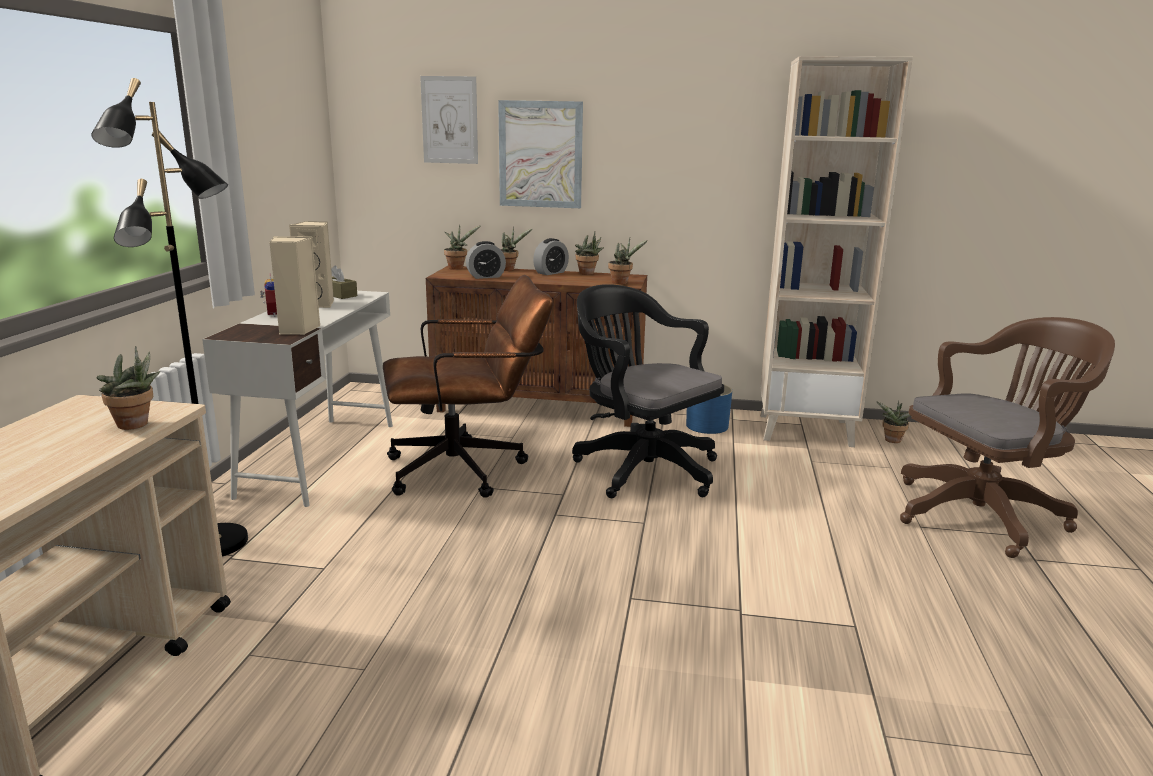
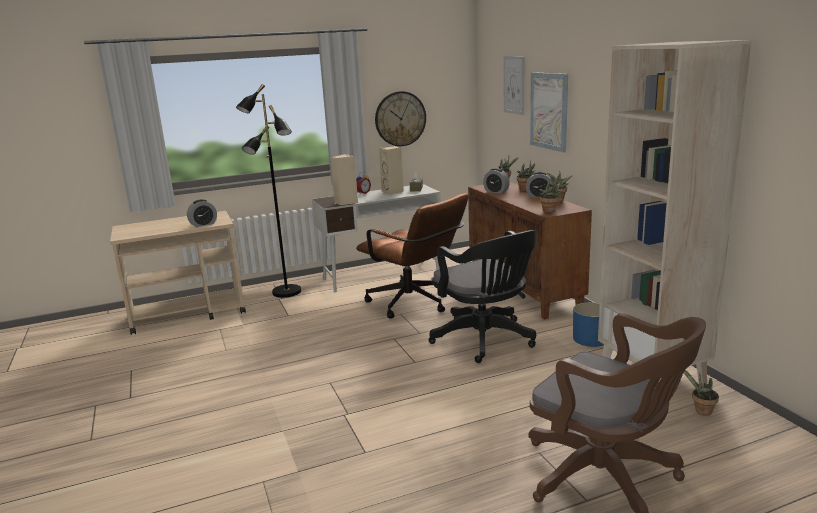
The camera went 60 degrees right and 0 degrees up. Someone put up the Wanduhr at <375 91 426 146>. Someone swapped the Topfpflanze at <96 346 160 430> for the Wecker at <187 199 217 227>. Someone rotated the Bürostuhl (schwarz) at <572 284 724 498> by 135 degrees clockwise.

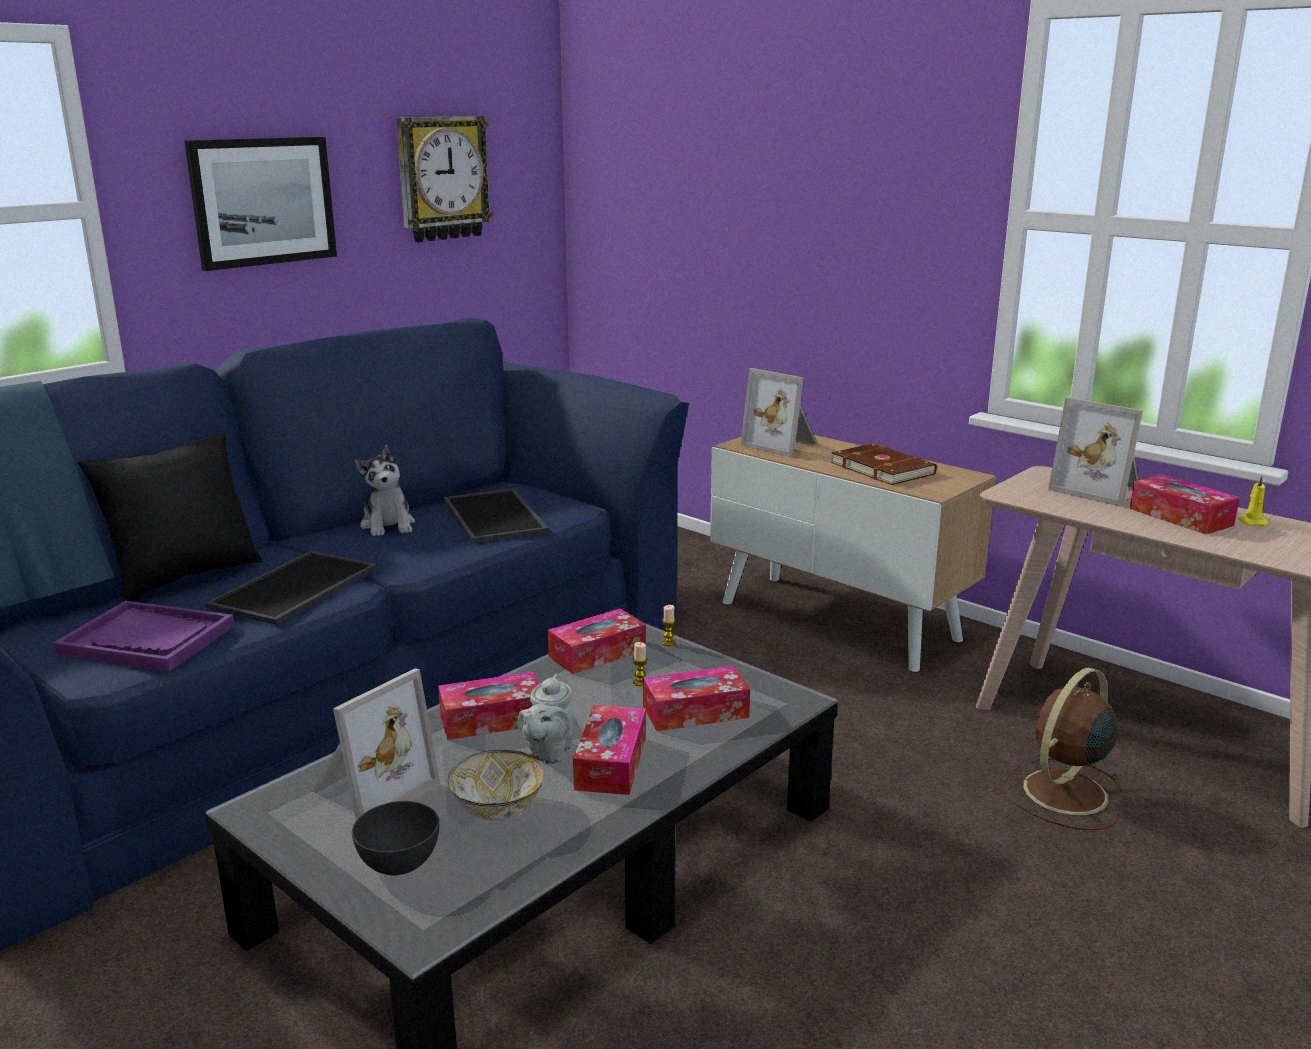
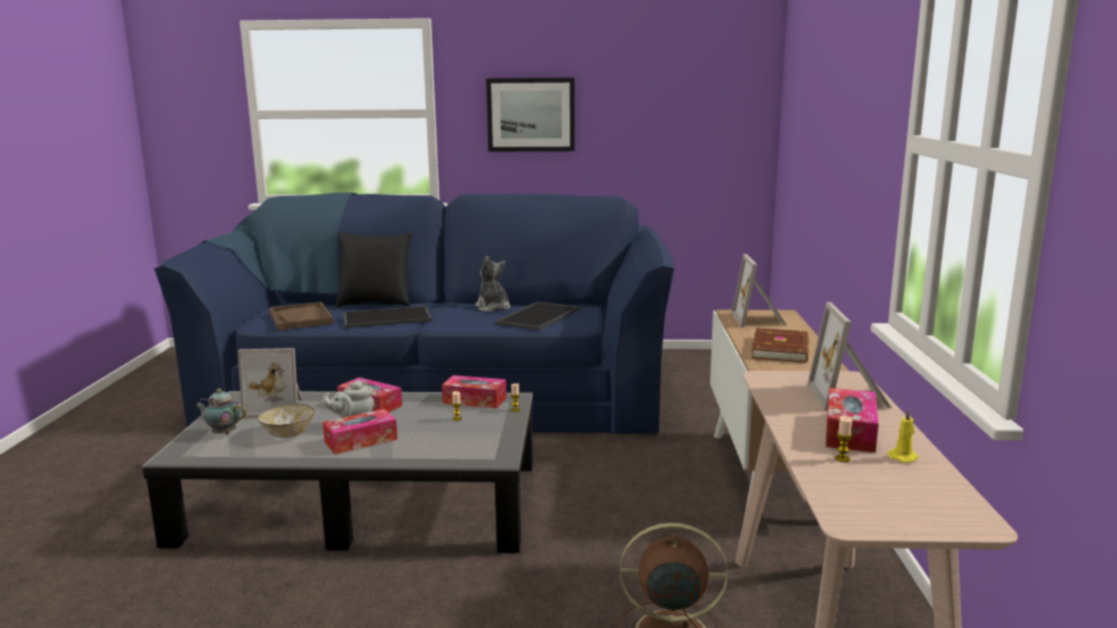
The camera went 50 degrees right and 5 degrees down. Someone took away the Wanduhr at <396 116 493 242>. Someone took away the Taschentuchbox at <643 666 750 731>. Someone put down the Kerze at <835 416 853 462>. Someone swapped the Schüssel (grau) at <352 801 439 875> for the Teekanne at <195 389 246 434>. Someone repainted the Tablett (lila) at <53 601 235 672>, which became the Tablett (braun) at <270 302 333 331>. Someone rotated the Plüschtier at <354 445 415 536> by 120 degrees clockwise.

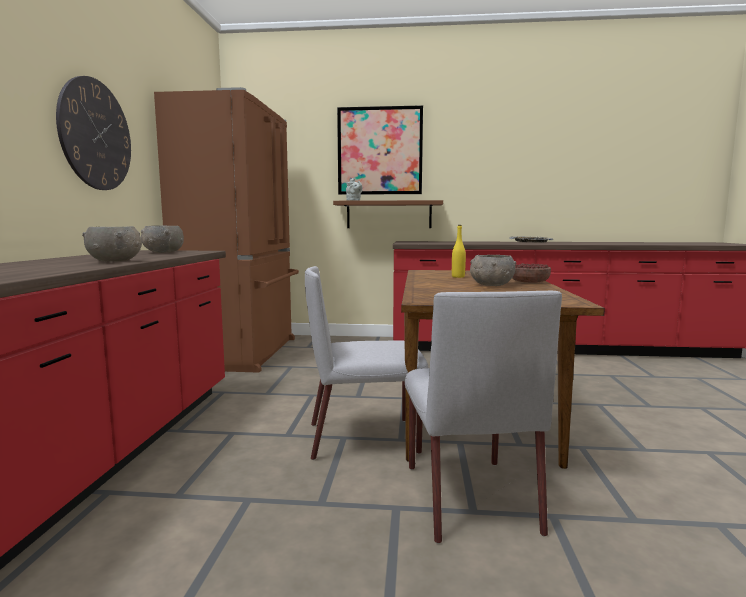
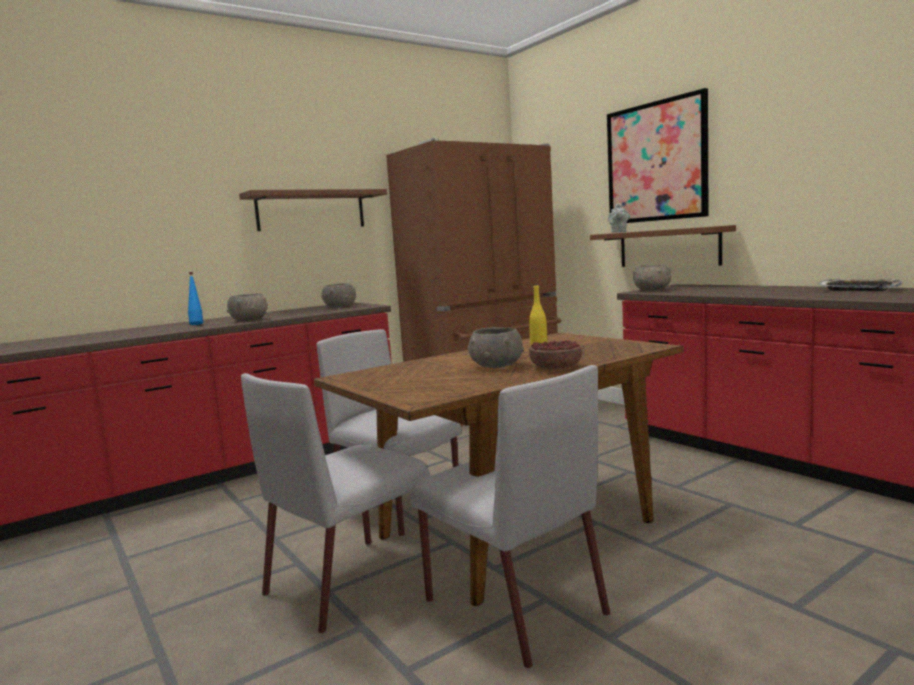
The camera went 50 degrees right and 0 degrees up. Someone put down the Flasche (blau) at <188 272 203 325>. Someone put down the Stuhl (grau) at <411 365 610 669>. Someone put down the Schüssel (grau) at <633 265 672 291>. Someone swapped the Wanduhr at <56 76 131 190> for the Wandregal (braun) at <239 189 387 231>.

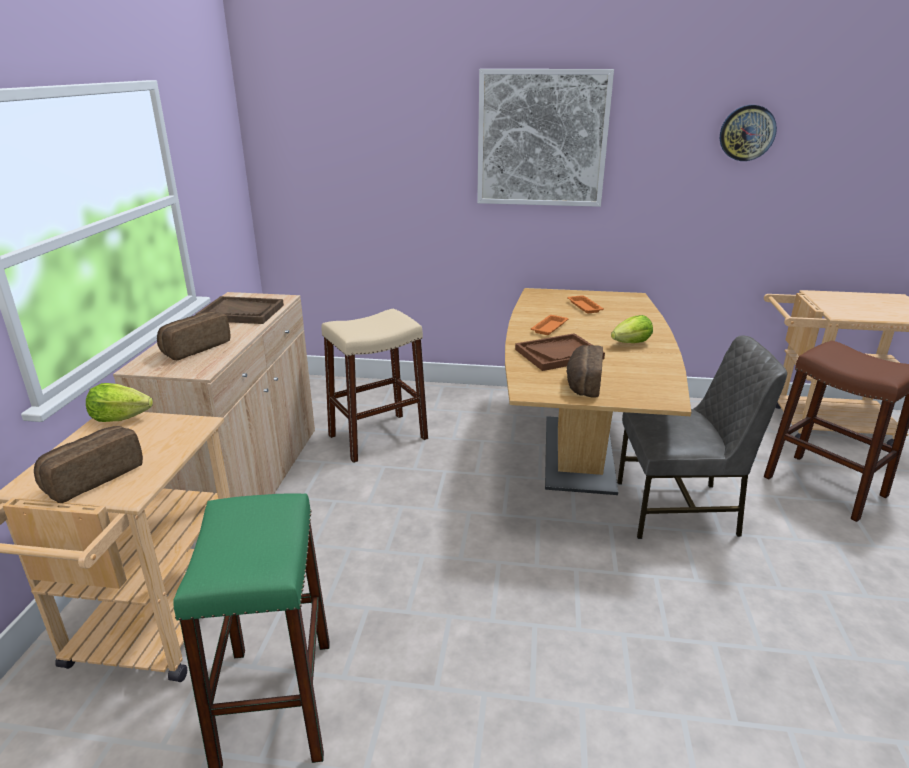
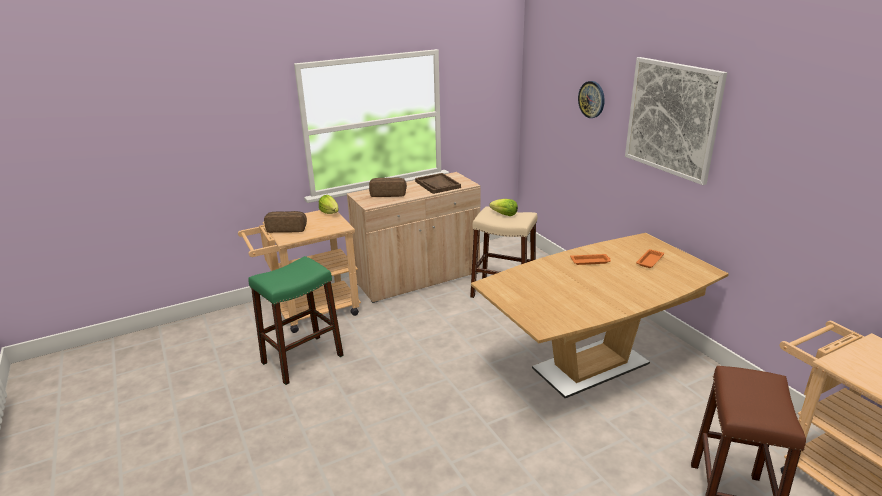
The camera went 55 degrees right and 0 degrees up. Someone took away the Tablett (braun) at <515 333 605 371>. Someone took away the Brot at <566 345 603 398>. Someone took away the Stuhl (grau) at <617 336 787 539>. Someone carried the Salatkopf from <611 315 653 343> to <489 199 518 216>. Someone carried the Wanduhr from <720 105 777 161> to <578 81 605 118>.

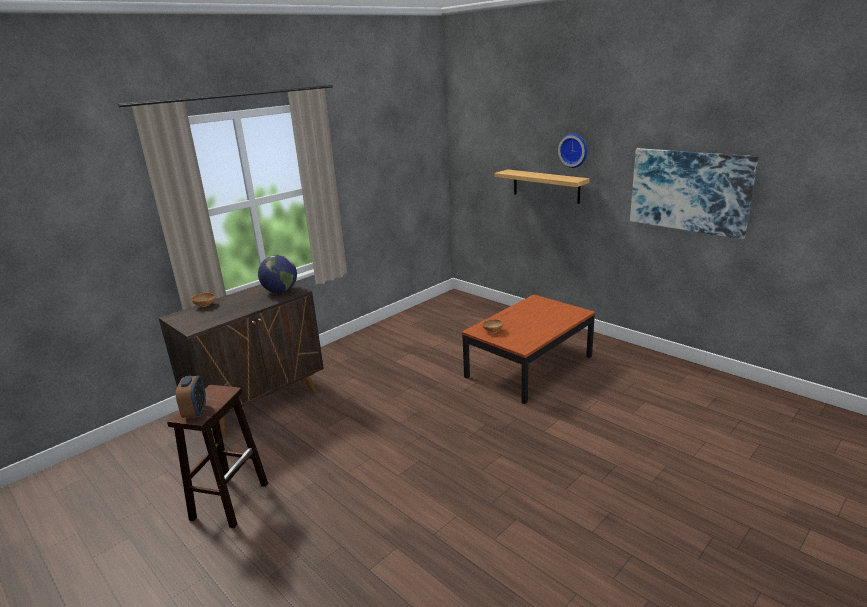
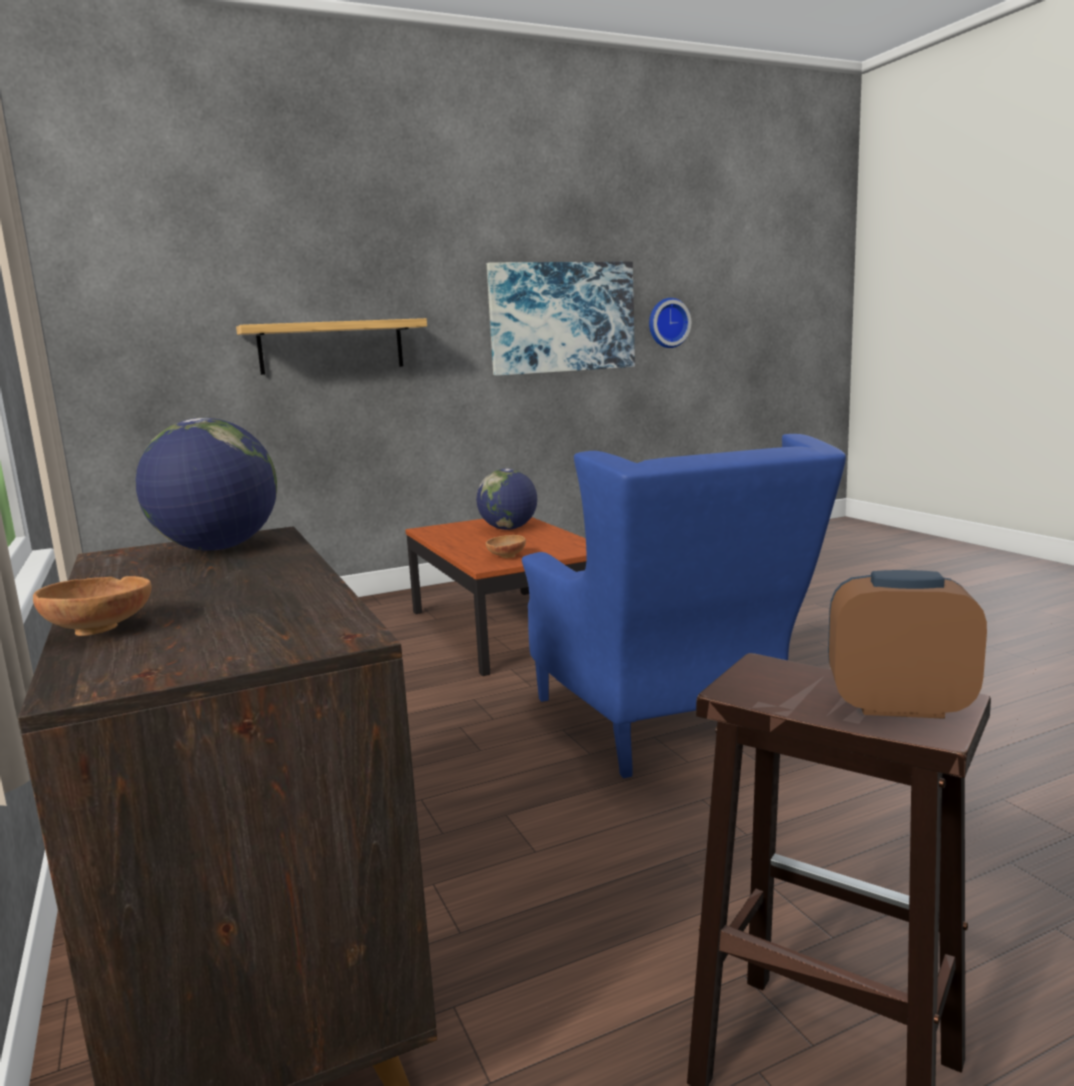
The camera went 70 degrees left and 10 degrees down. Someone put down the Globus at <476 468 537 530>. Someone put down the Sessel (blau) at <522 434 846 778>. Someone carried the Wanduhr from <558 133 588 168> to <649 298 691 348>.

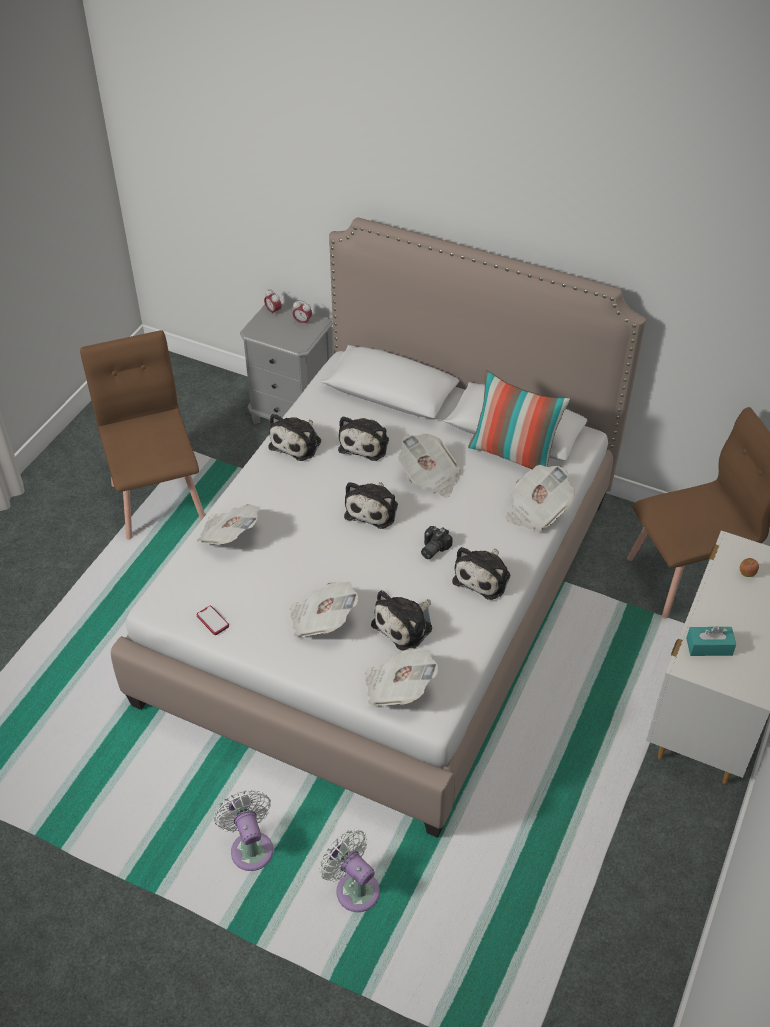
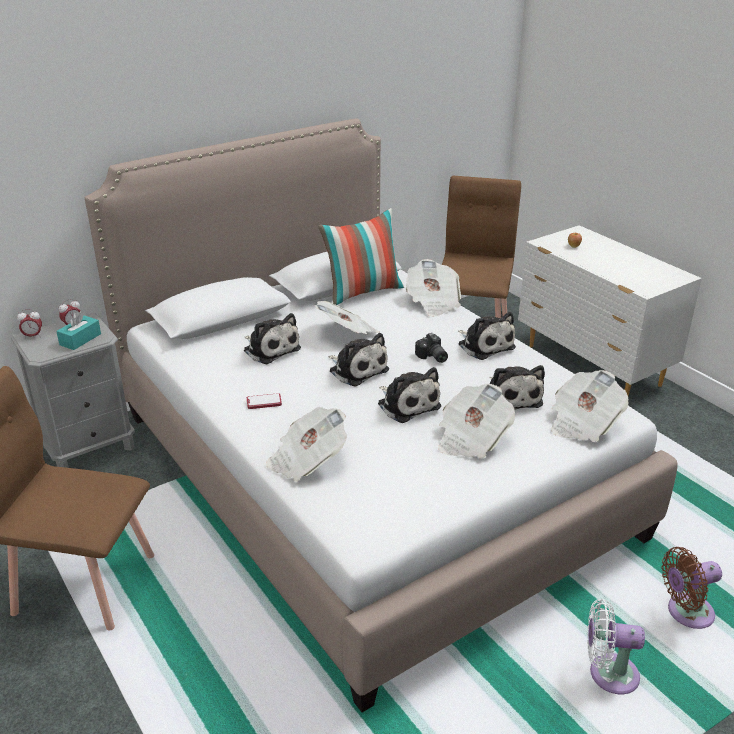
The camera went 60 degrees left and 15 degrees down. Someone carried the Handy from <197 606 229 635> to <247 393 282 409>. Someone carried the Plüschtier from <268 414 321 461> to <378 367 441 423>. Someone carried the Taschentuchbox (türkis) from <686 626 736 656> to <56 311 101 350>. Someone repainted the Ventilator (weiß) at <319 829 380 912>, which became the Ventilator (braun) at <662 547 722 629>.

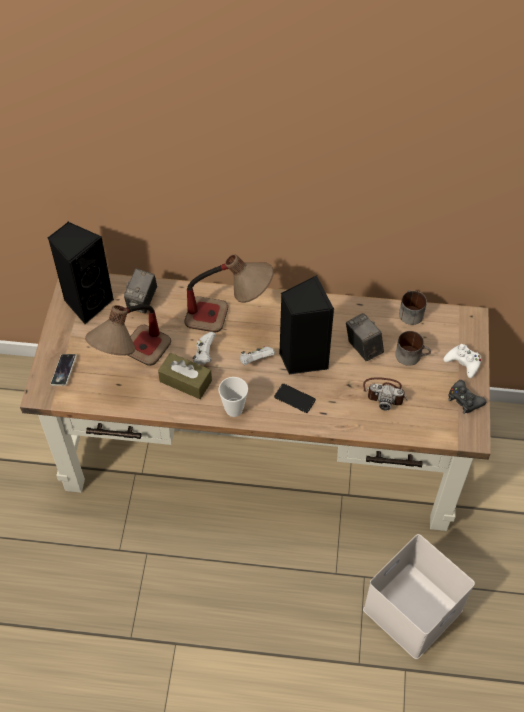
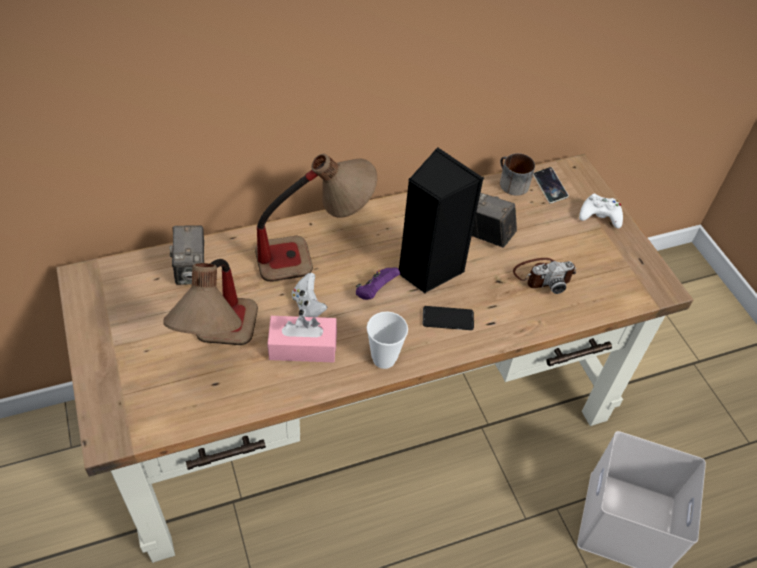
The camera went 30 degrees left and 5 degrees down. Someone took away the Lautsprecher (schwarz) at <48 221 114 325>. Someone took away the Henkelbecher at <395 331 431 366>. Someone took away the Gamepad (schwarz) at <448 380 487 414>. Someone carried the Handy from <51 354 77 386> to <533 167 569 204>. Someone repainted the Taschentuchbox (braun) at <158 353 212 399>, which became the Taschentuchbox (rosa) at <267 316 337 362>. Someone repainted the Gamepad (weiß) at <240 346 275 365>, which became the Gamepad (lila) at <356 268 400 300>.

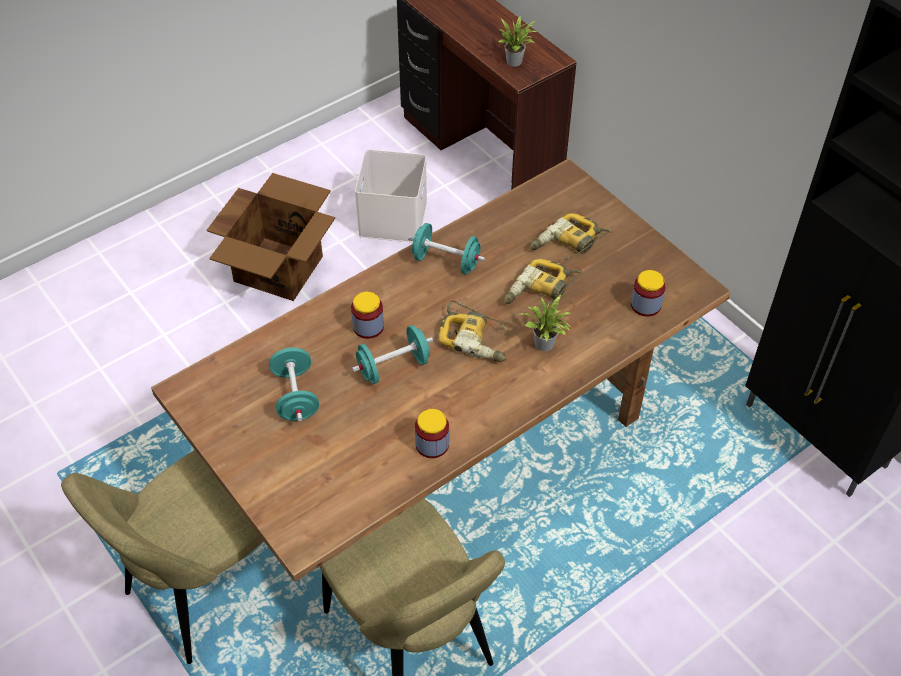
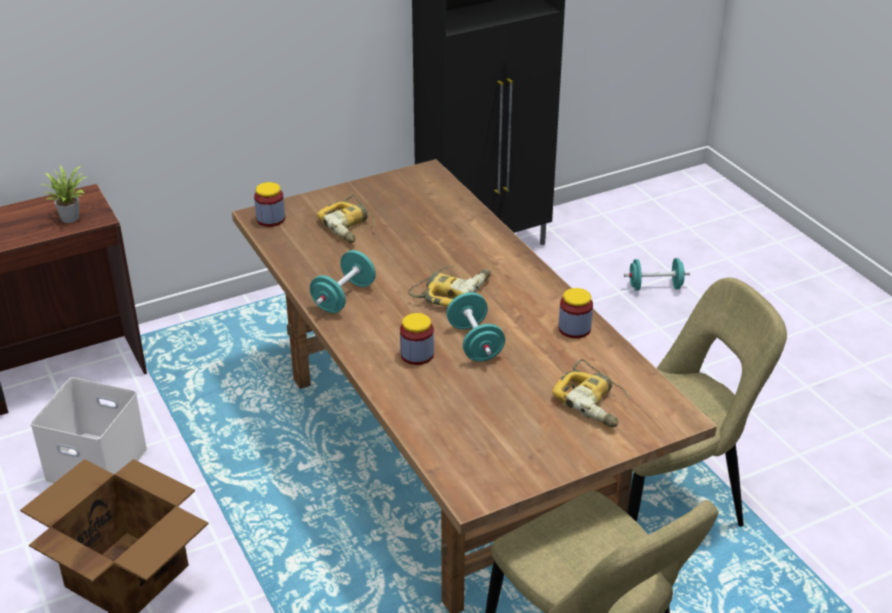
The camera went 80 degrees left and 15 degrees down. Someone took away the Topfpflanze at <518 294 572 351>. Someone carried the Hantel (türkis) from <269 348 319 421> to <624 258 690 290>. Someone carried the Bohrmaschine from <503 259 582 309> to <552 359 631 428>. Someone carried the Vorratsglas from <631 270 666 317> to <254 182 285 227>.

